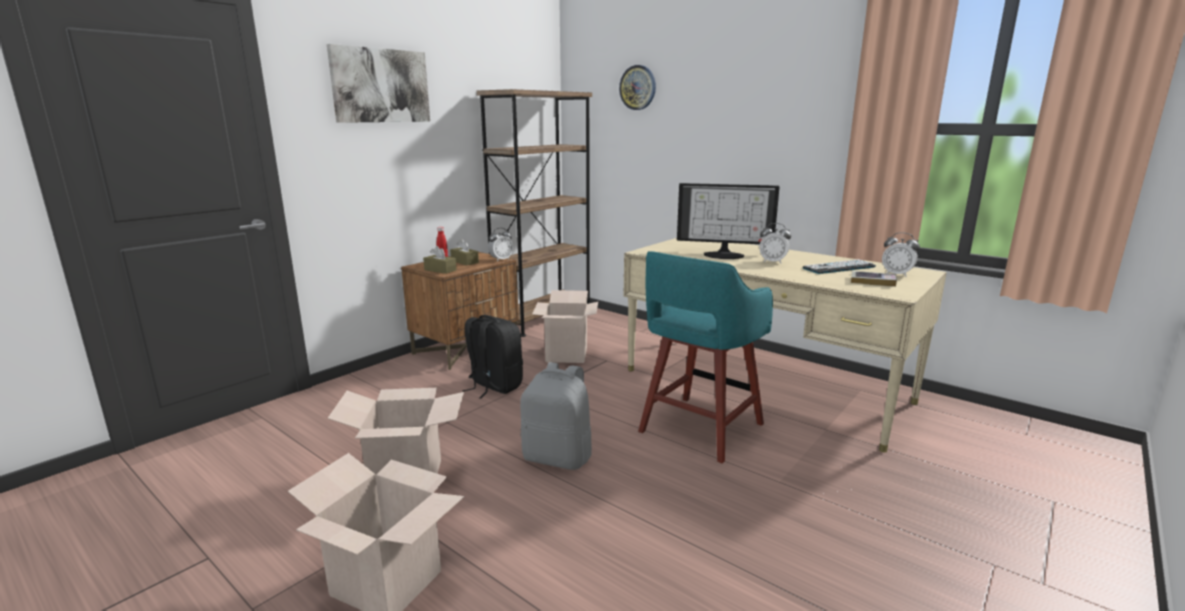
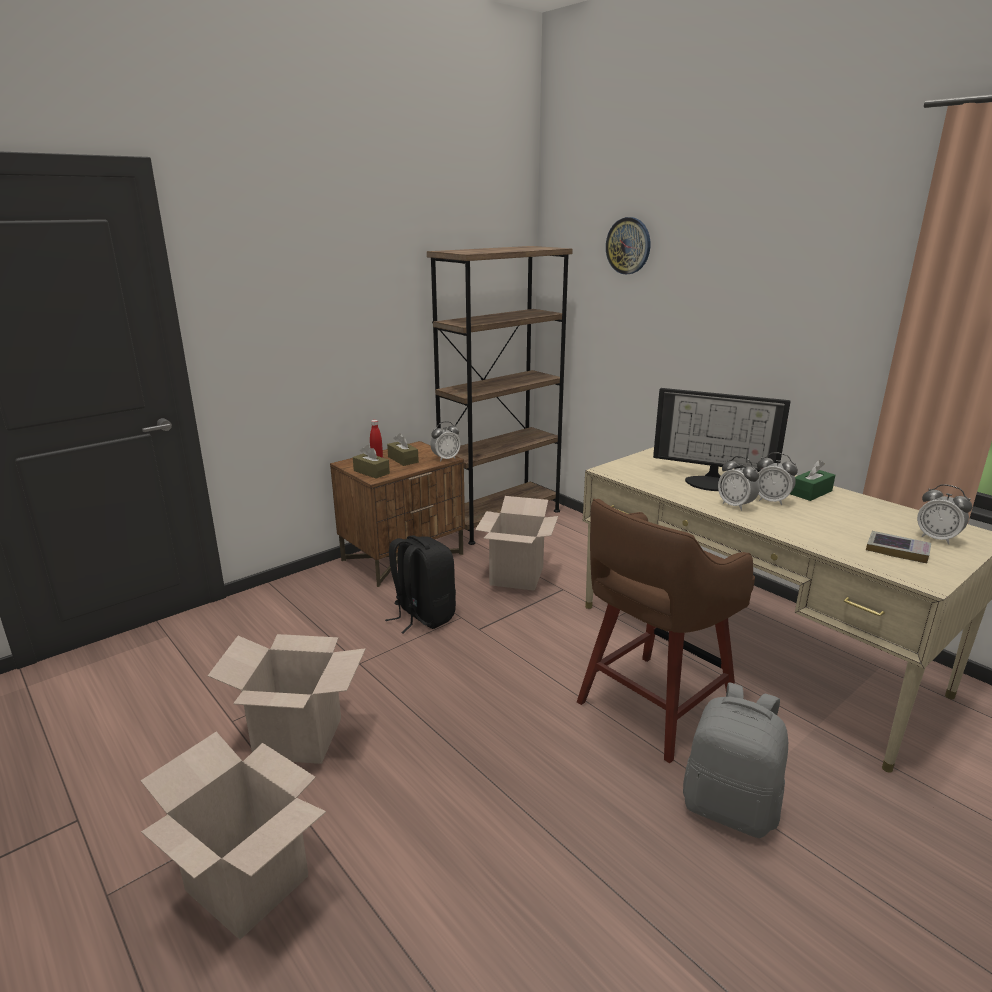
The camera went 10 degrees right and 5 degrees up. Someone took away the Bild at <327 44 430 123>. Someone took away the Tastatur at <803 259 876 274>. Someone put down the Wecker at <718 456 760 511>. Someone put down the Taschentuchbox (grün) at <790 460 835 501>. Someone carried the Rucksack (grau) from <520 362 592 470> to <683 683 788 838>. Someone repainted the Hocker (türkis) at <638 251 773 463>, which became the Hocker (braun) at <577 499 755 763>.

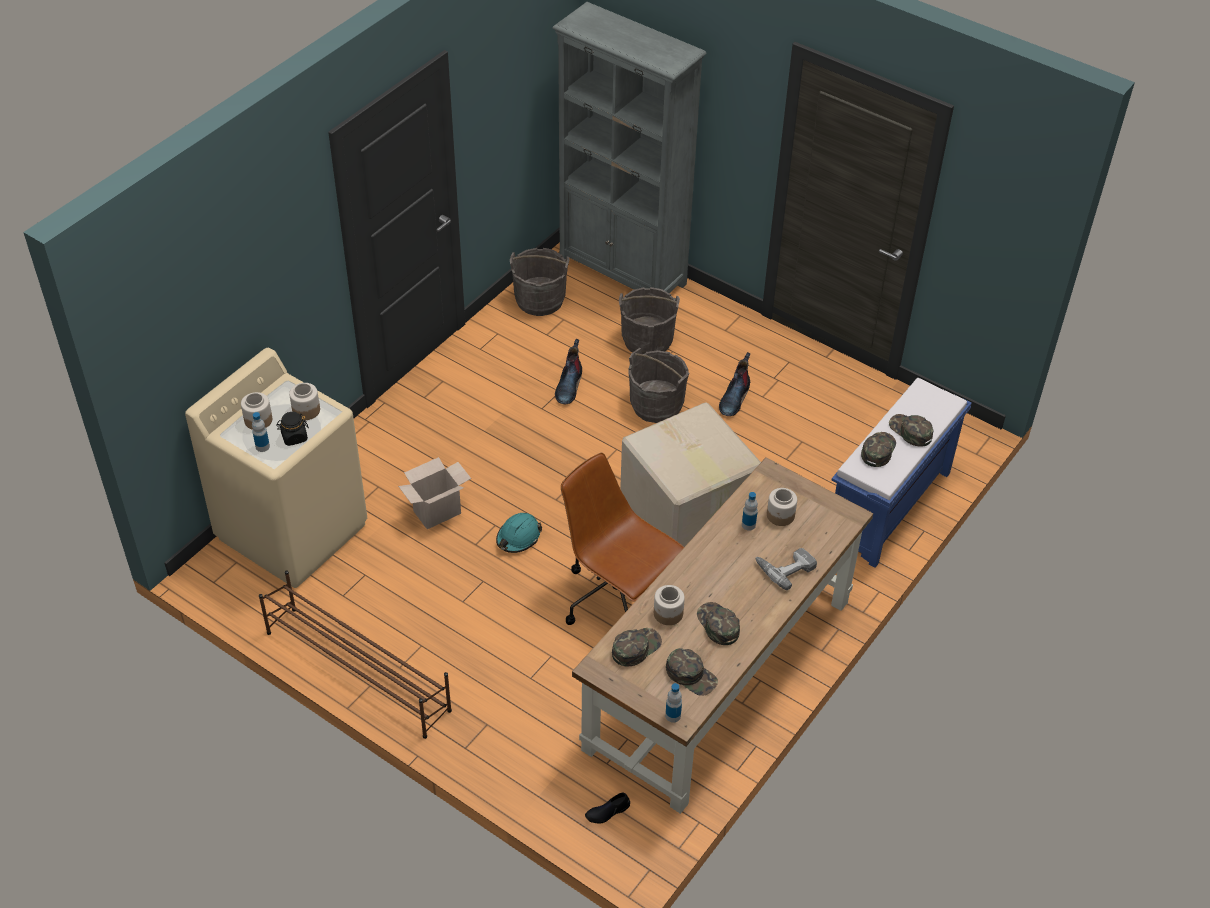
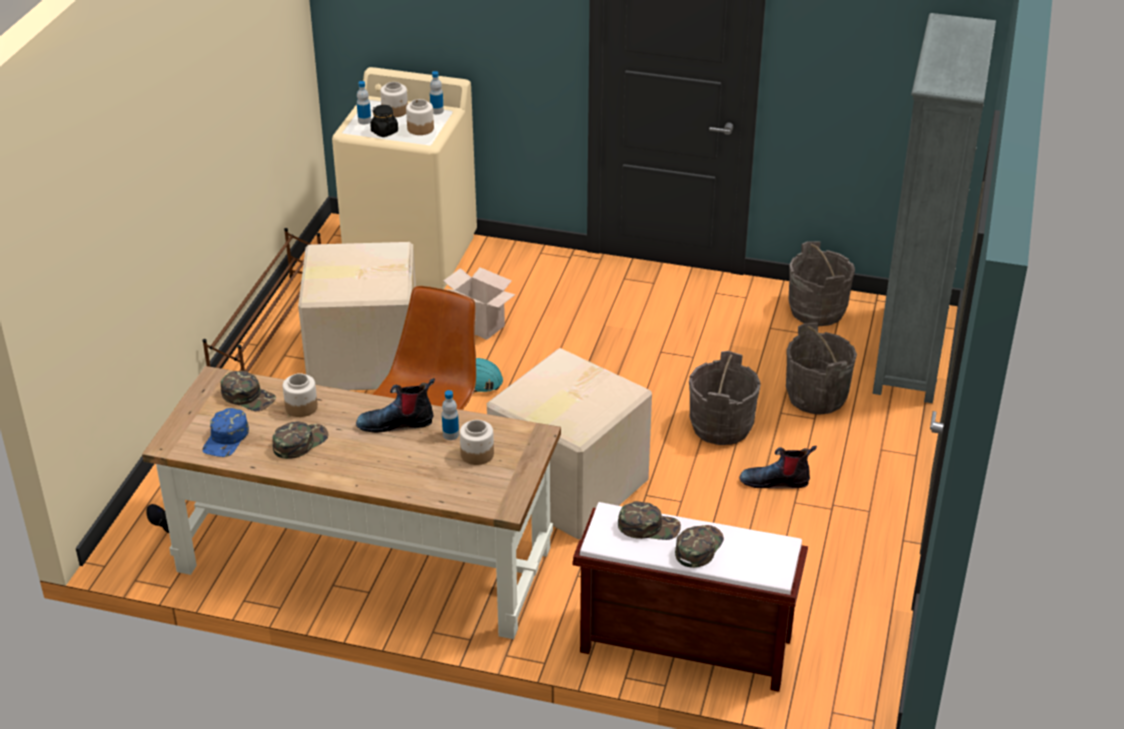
The camera went 70 degrees right and 10 degrees down. Someone took away the Bohrmaschine at <756 548 817 590>. Someone put down the Karton at <298 242 416 390>. Someone carried the Stiefel from <555 339 582 404> to <356 378 435 433>. Someone carried the Flasche from <665 683 682 723> to <430 71 444 114>. Someone repainted the Kappe (grün) at <666 648 718 696>, which became the Kappe (blau) at <202 408 249 457>. Someone repainted the Bank (blau) at <831 378 971 568>, which became the Bank (braun) at <573 502 808 692>.

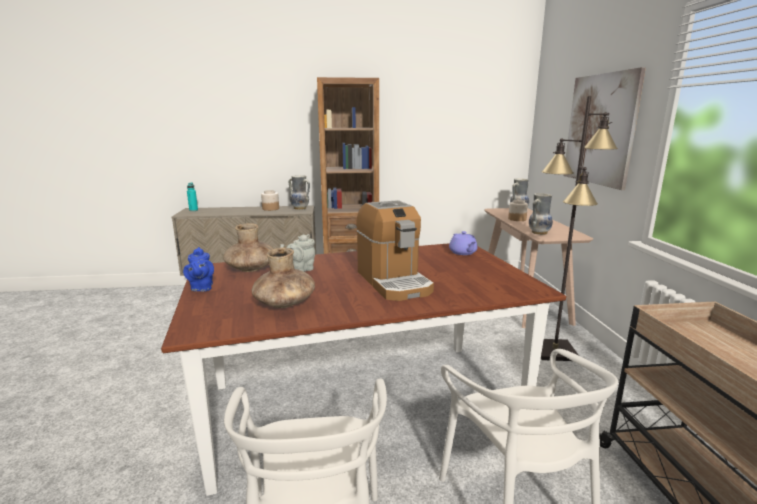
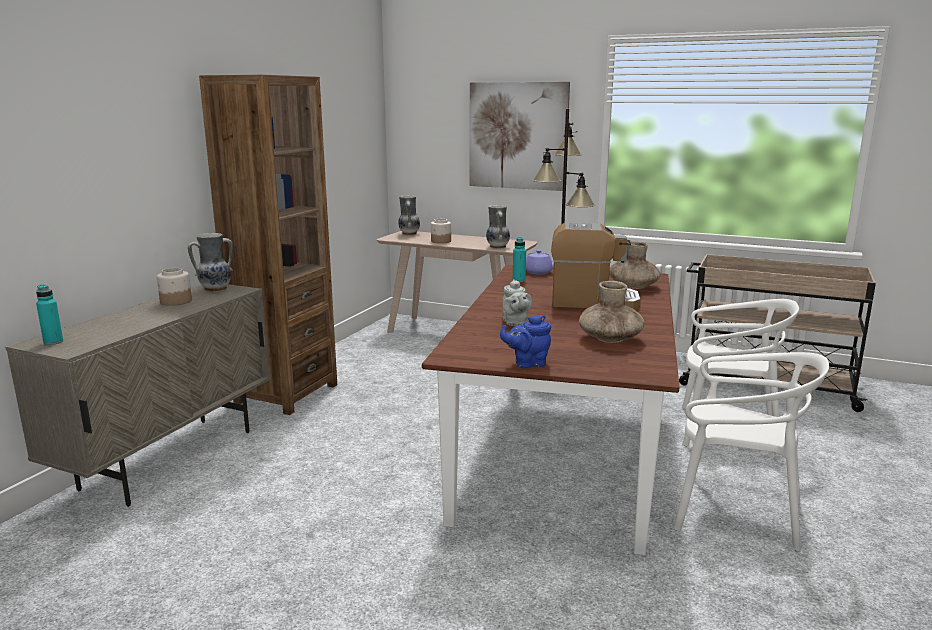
The camera went 60 degrees left and 0 degrees up. Someone put down the Flasche (türkis) at <513 237 526 282>. Someone carried the Vase (braun) from <223 223 274 272> to <609 241 661 289>. Someone rotated the Teekanne (blau) at <183 247 214 291> by 150 degrees clockwise.

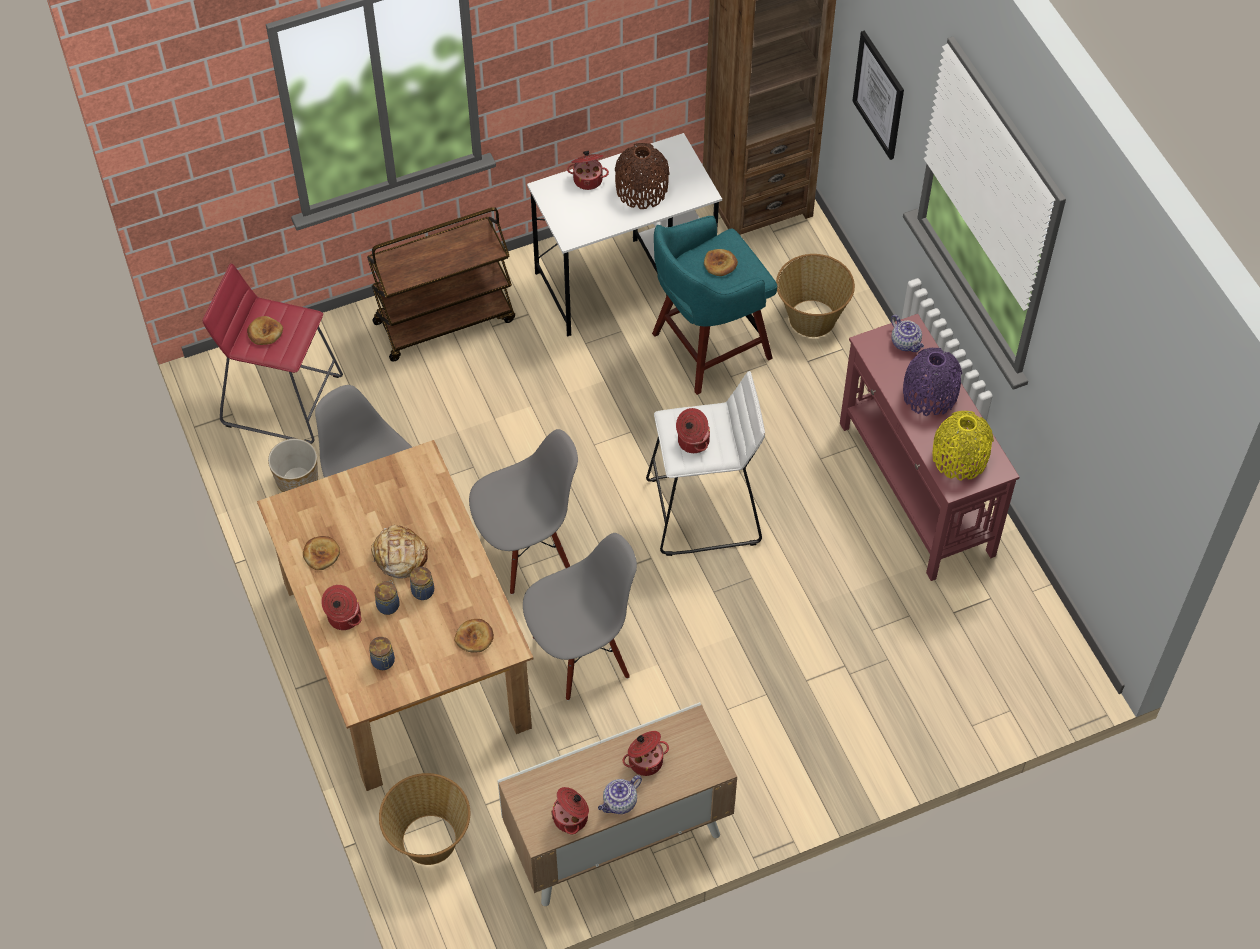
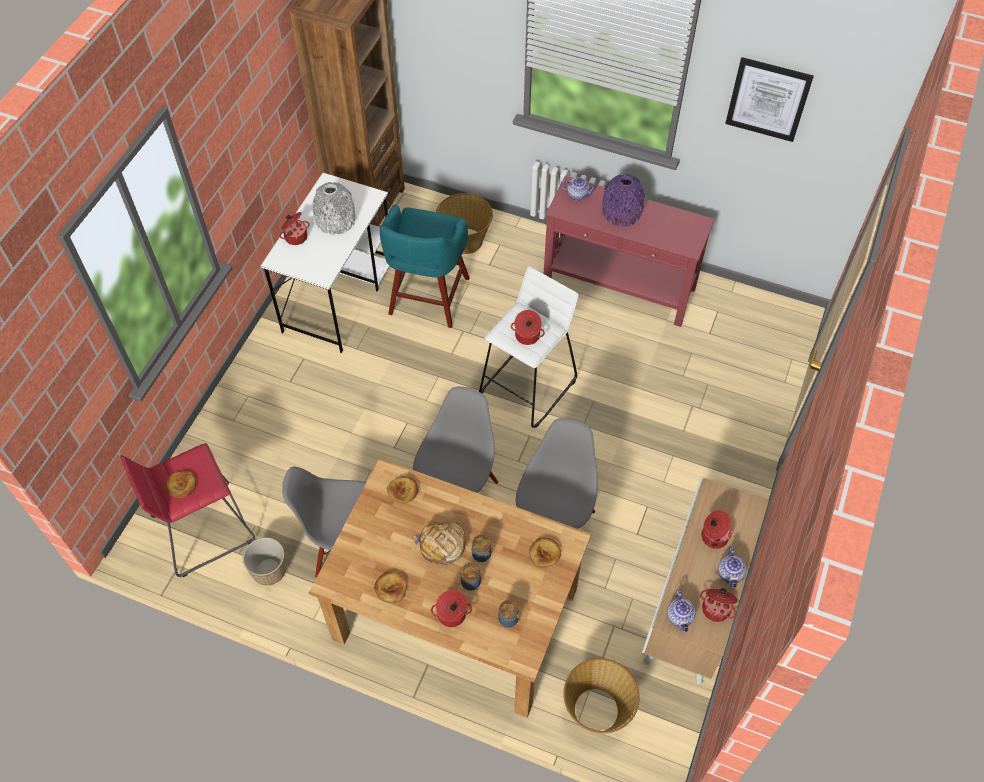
The camera went 45 degrees left and 0 degrees up. Someone took away the Rollwagen (braun) at <367 207 515 362>. Someone took away the Vase (gelb) at <932 411 994 481>. Someone put down the Teekanne at <667 589 696 632>. Someone carried the Brot from <704 249 738 276> to <387 476 418 504>. Someone carried the Bild from <852 30 904 160> to <725 57 814 142>. Someone repainted the Vase (braun) at <615 143 670 209>, which became the Vase (grau) at <313 182 355 235>.

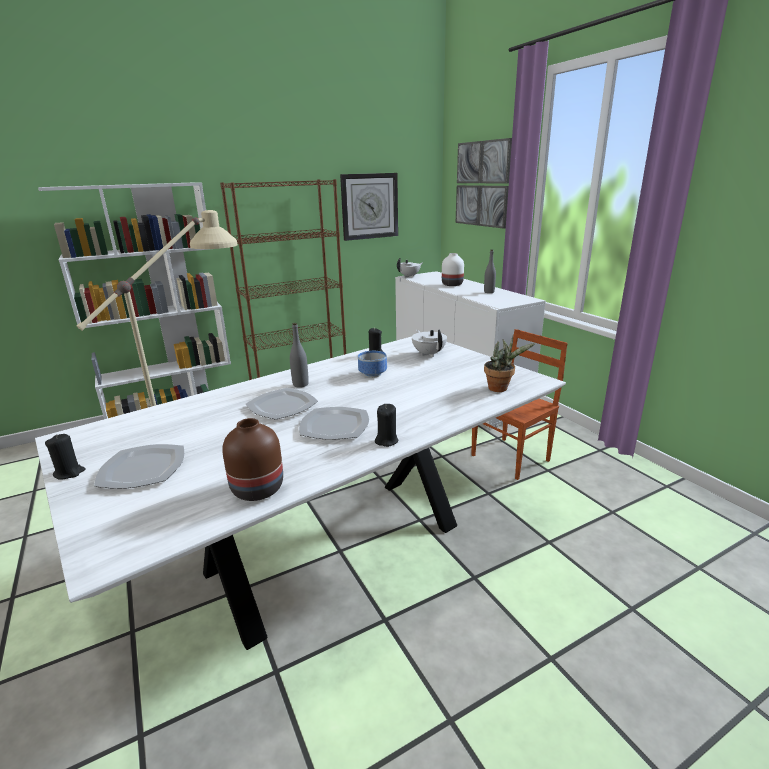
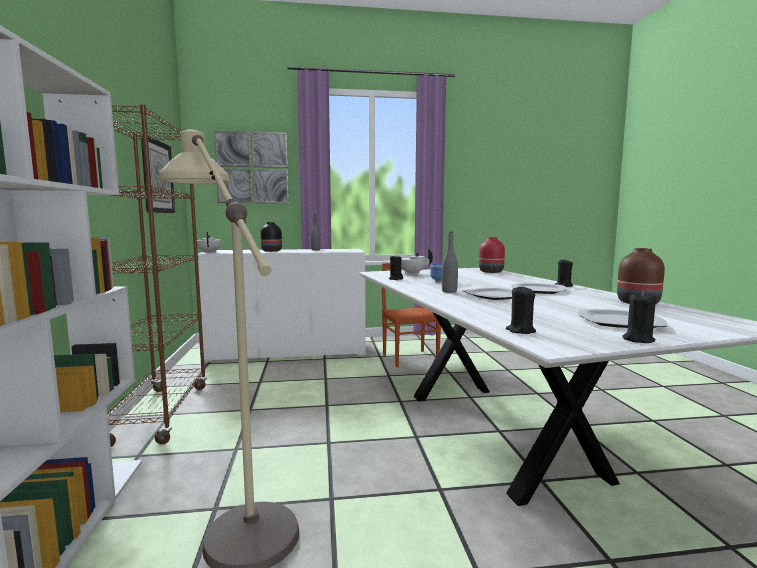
The camera went 70 degrees left and 15 degrees down. Someone put down the Kerze (schwarz) at <506 286 536 334>. Someone swapped the Topfpflanze at <484 336 535 392> for the Vase (rot) at <479 237 505 273>. Someone repainted the Vase (weiß) at <442 253 464 286>, which became the Vase (schwarz) at <261 222 282 252>.

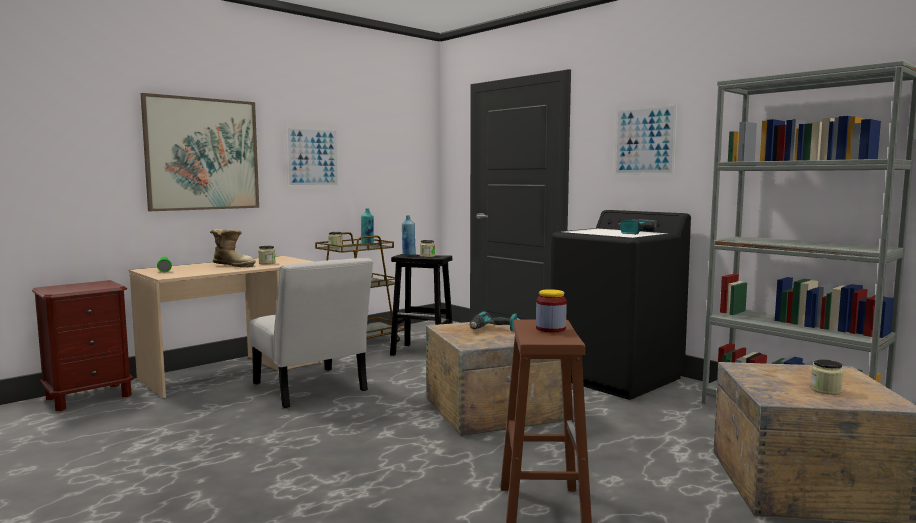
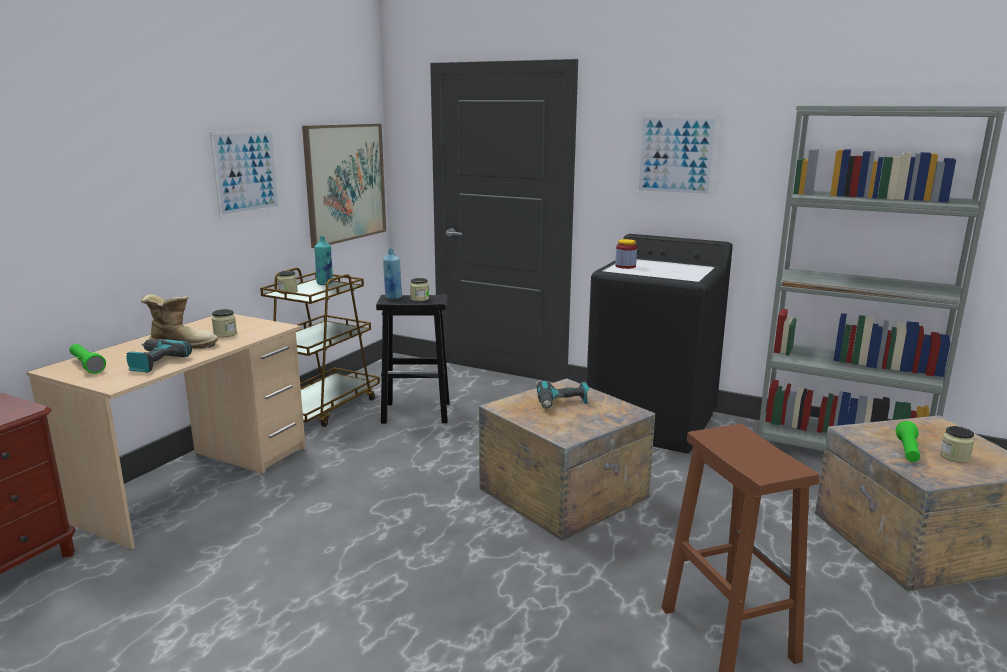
The camera went 20 degrees left and 10 degrees up. Someone took away the Stuhl (weiß) at <249 258 373 408>. Someone put down the Taschenlampe (grün) at <896 421 920 462>. Someone carried the Bild from <140 93 259 211> to <302 124 386 248>. Someone carried the Vorratsglas from <536 289 567 332> to <615 239 637 269>. Someone carried the Bohrmaschine from <617 219 657 235> to <126 339 192 373>.

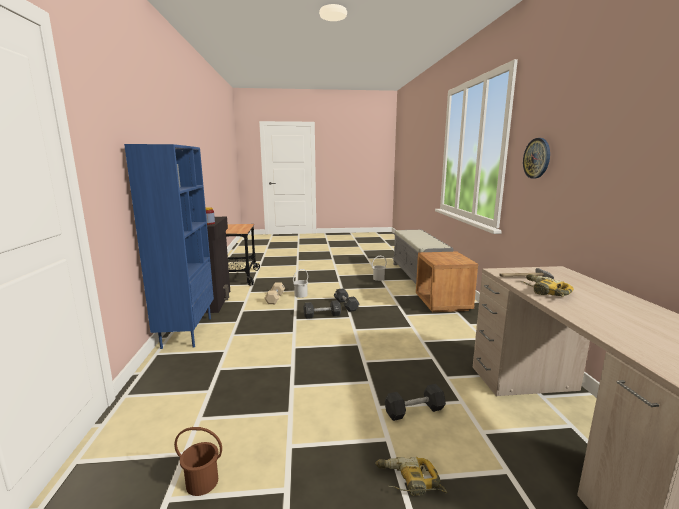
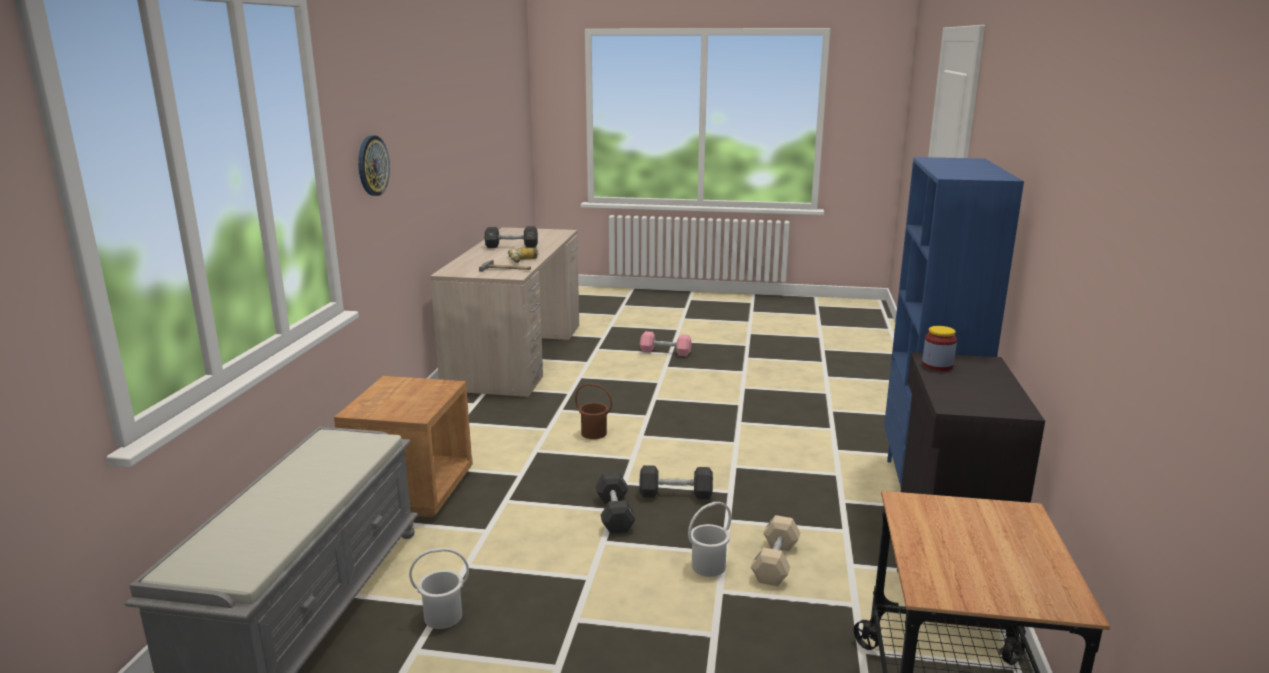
The camera went 165 degrees left and 5 degrees up. Someone carried the Eimer (braun) from <174 427 222 496> to <575 383 612 439>. Someone carried the Hantel (schwarz) from <385 384 446 421> to <485 226 538 248>. Someone swapped the Bohrmaschine at <375 457 447 496> for the Hantel (rosa) at <640 331 692 356>.

